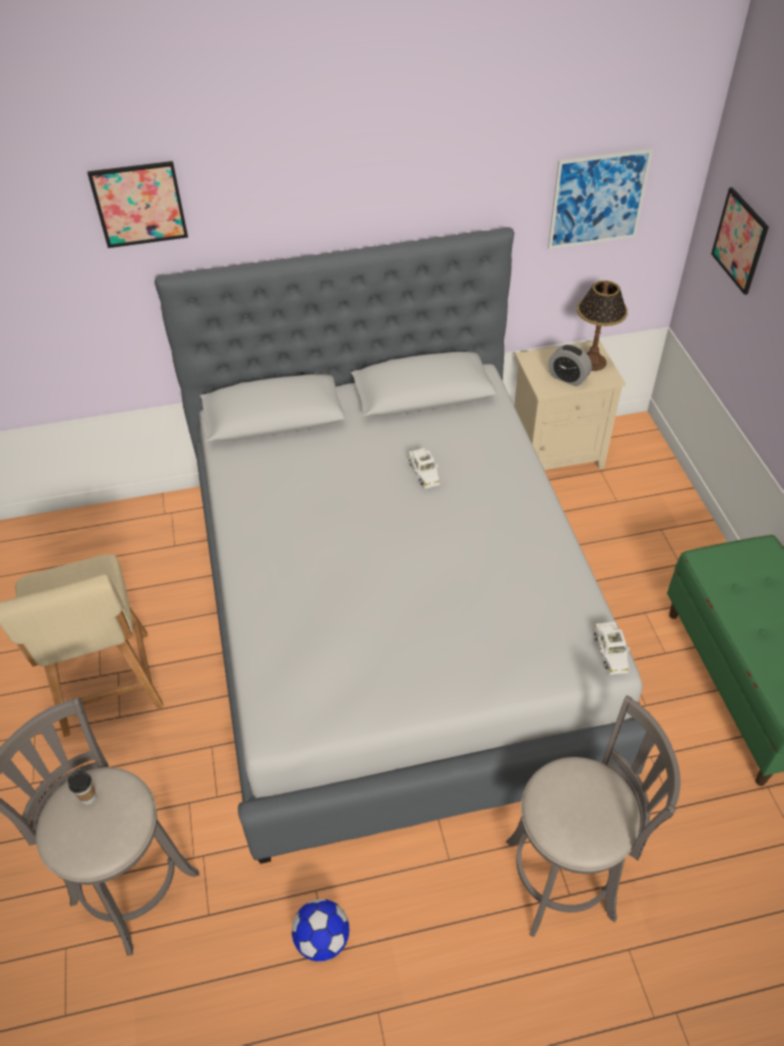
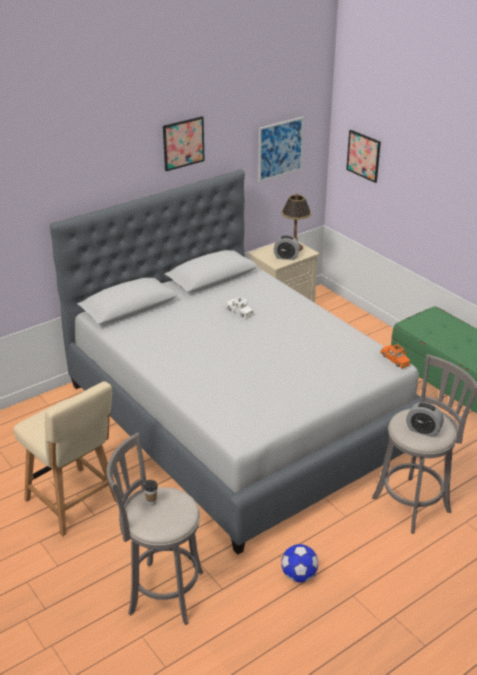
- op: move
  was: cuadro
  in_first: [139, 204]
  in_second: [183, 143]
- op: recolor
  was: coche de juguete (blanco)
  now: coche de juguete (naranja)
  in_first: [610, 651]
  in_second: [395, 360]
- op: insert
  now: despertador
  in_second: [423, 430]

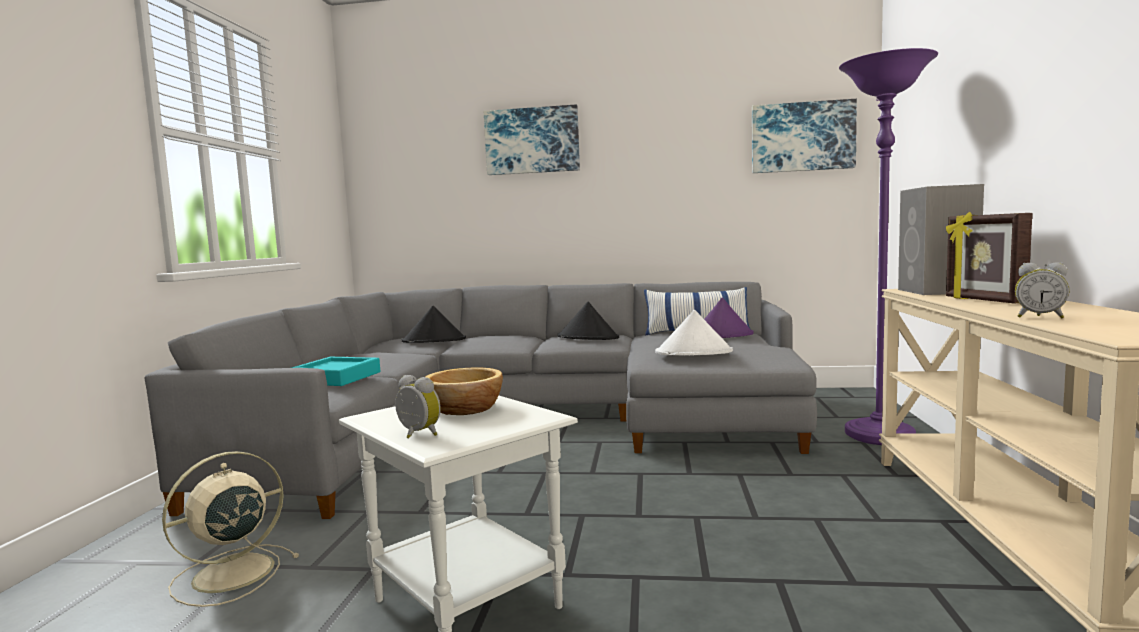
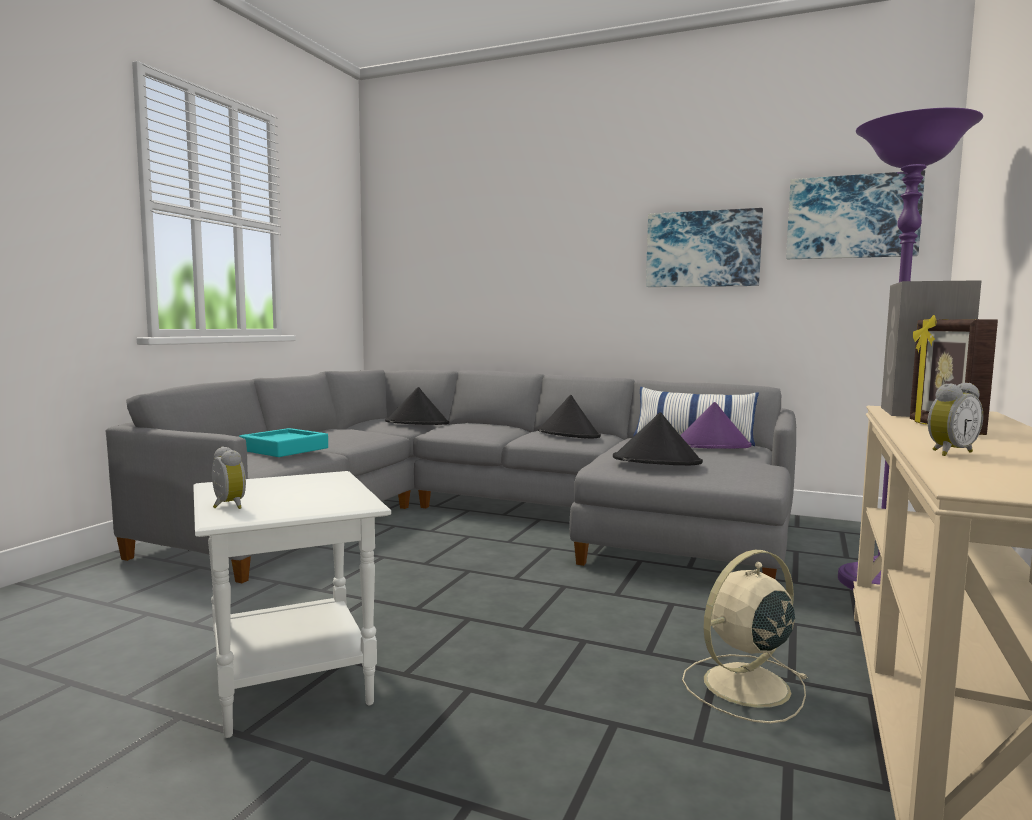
- op: move
  was: cuadro
  in_first: [532, 141]
  in_second: [703, 249]
- op: rotate
  was: despertador
  in_first: [1039, 317]
  in_second: [948, 452]
  clockwise: -75
- op: recolor
  was: sombrero (blanco)
  now: sombrero (negro)
  in_first: [694, 352]
  in_second: [657, 461]
- op: delete
  was: cuenco
  in_first: [466, 409]
- op: move
  was: ventilador (beis)
  in_first: [230, 574]
  in_second: [743, 686]

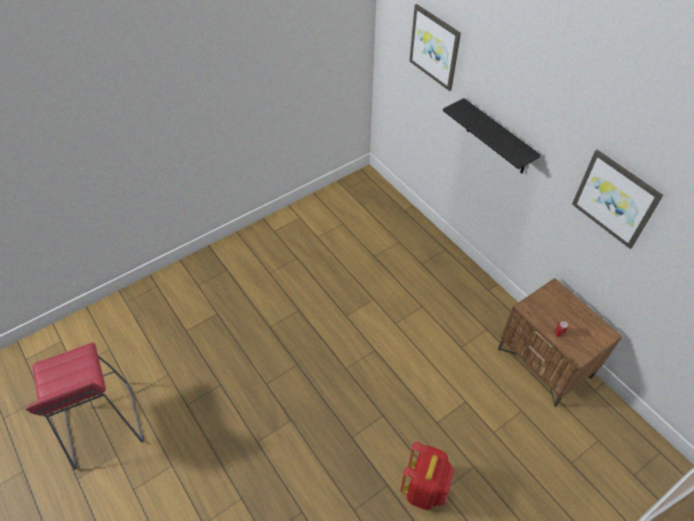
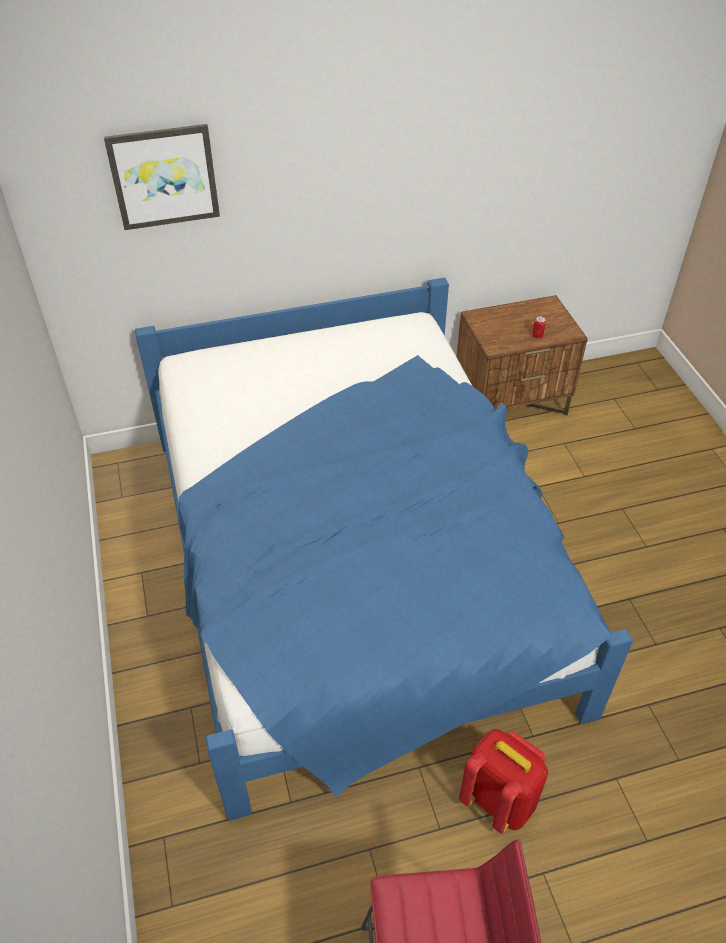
- op: delete
  was: estante (negro)
  in_first: [497, 138]
- op: delete
  was: cuadro
  in_first: [615, 199]
- op: move
  was: mochila (rojo)
  in_first: [424, 488]
  in_second: [499, 799]
- op: insert
  now: cama (azul)
  in_second: [356, 566]

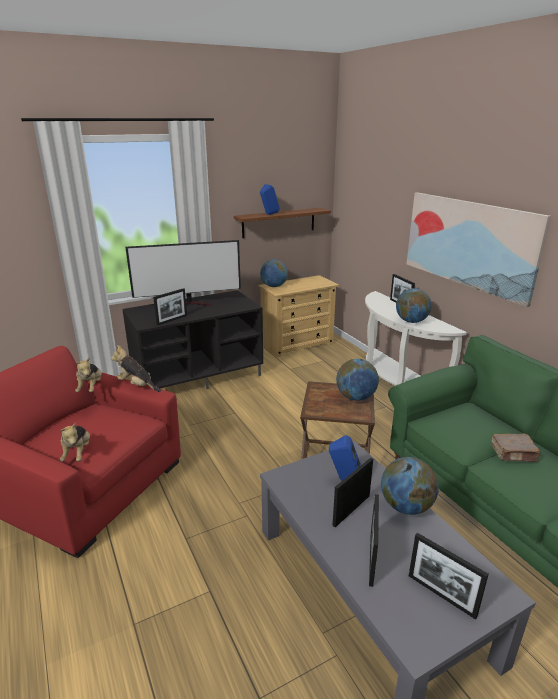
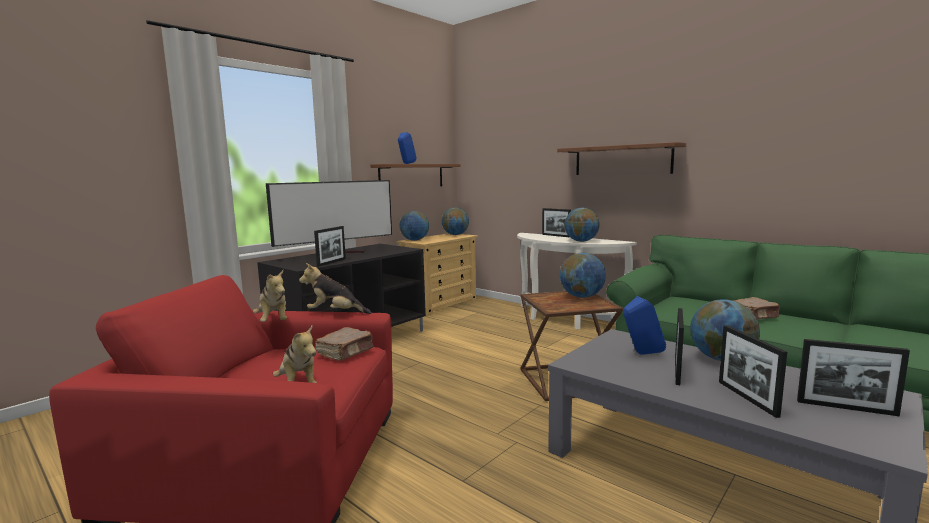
- op: replace
  was: cuadro
  now: estante (marrón)
  in_first: [468, 243]
  in_second: [622, 160]
- op: insert
  now: globo terráqueo
  in_second: [455, 235]
- op: insert
  now: libro (marrón)
  in_second: [346, 352]

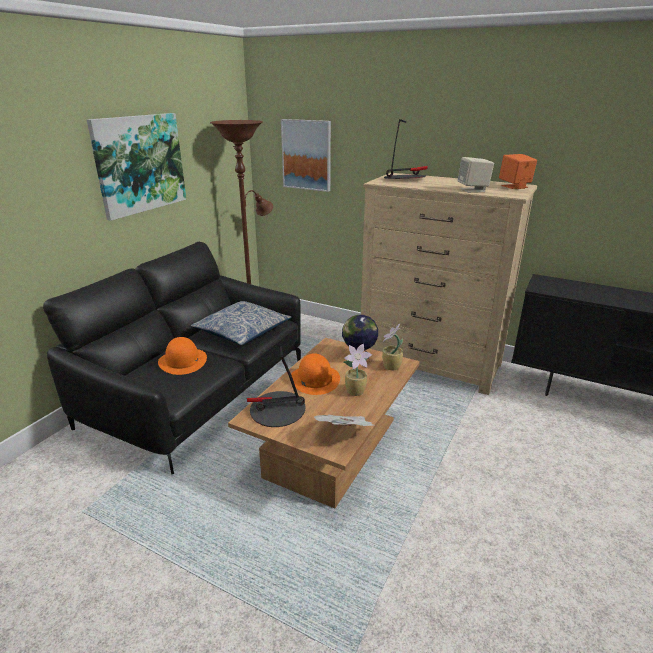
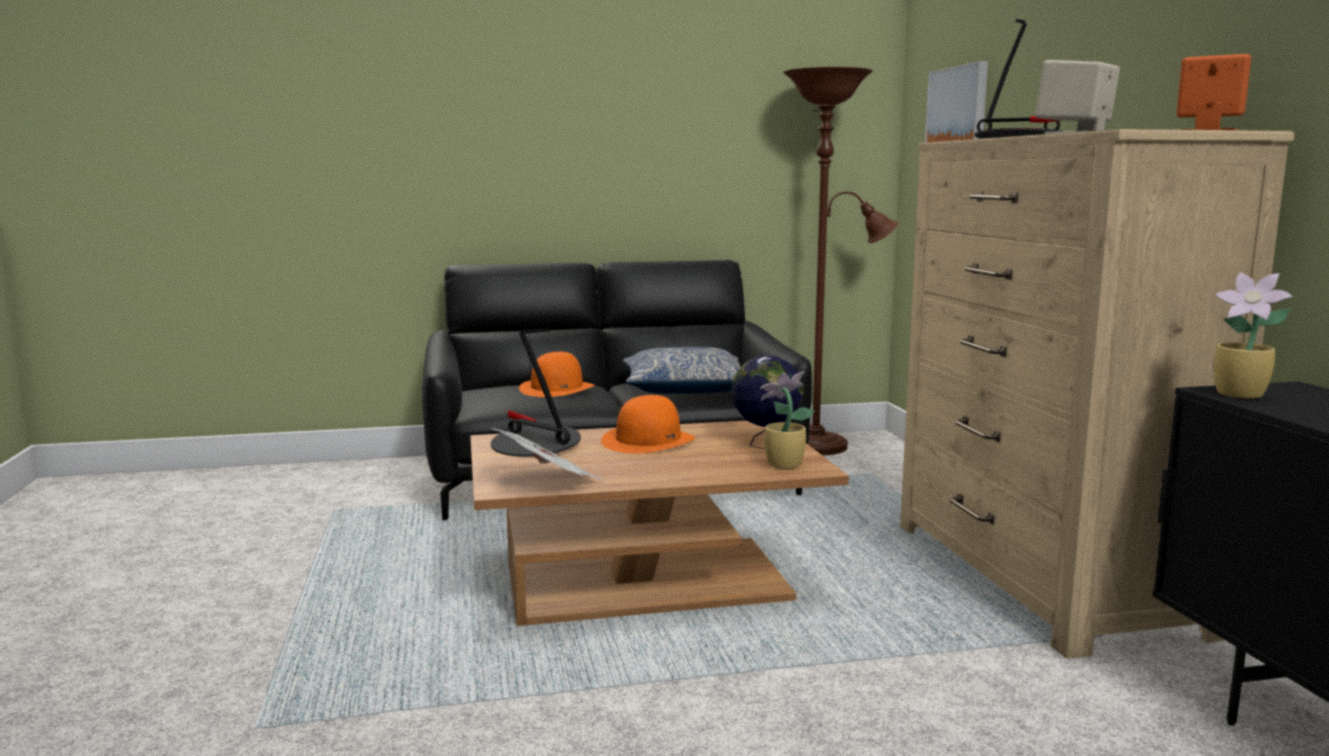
- op: delete
  was: cuadro
  in_first: [140, 164]
- op: move
  was: planta en maceta
  in_first: [356, 391]
  in_second: [1242, 395]

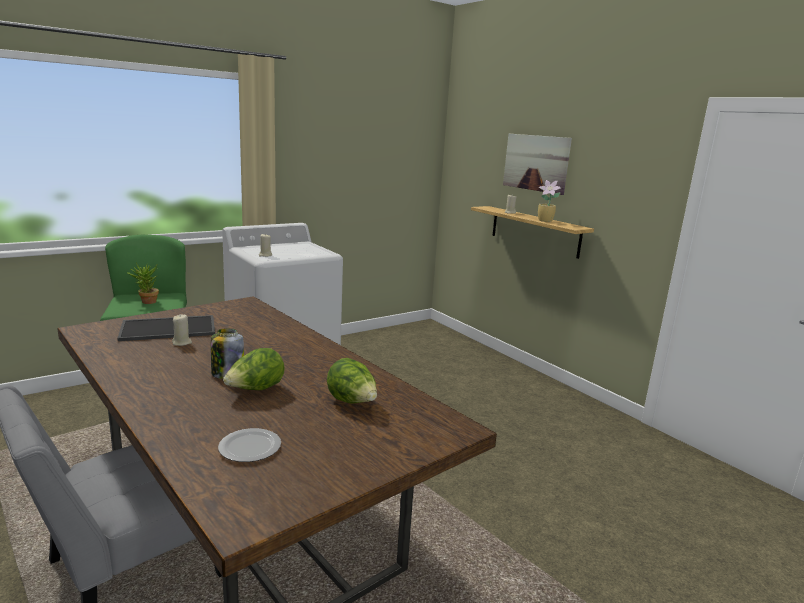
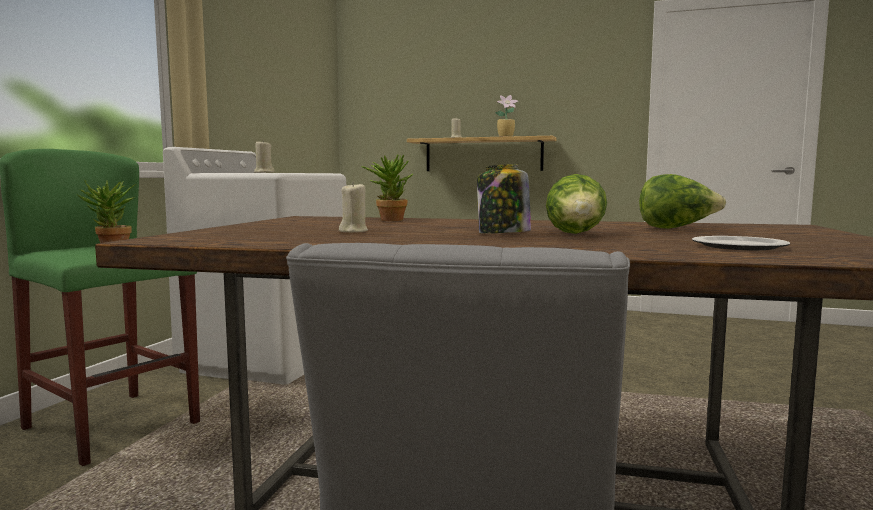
- op: delete
  was: cuadro
  in_first: [536, 163]
- op: delete
  was: bandeja
  in_first: [169, 328]
- op: insert
  now: planta en maceta
  in_second: [388, 220]

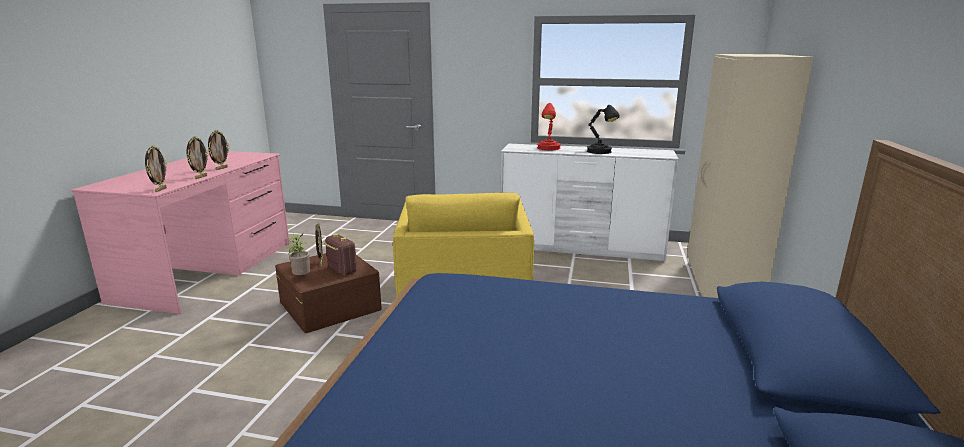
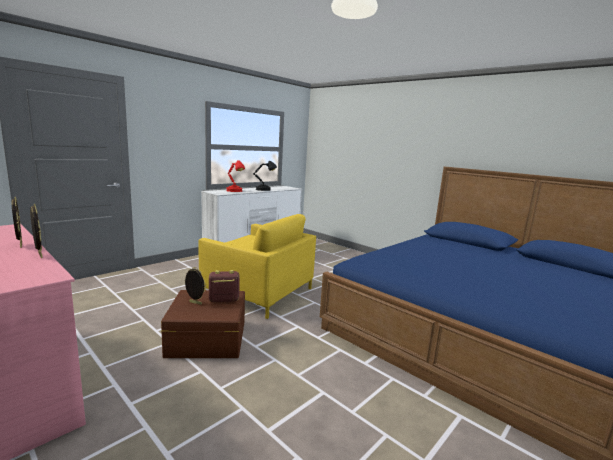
- op: delete
  was: armario ropero (beis)
  in_first: [721, 284]
- op: delete
  was: portarretratos
  in_first: [160, 190]
- op: delete
  was: planta en maceta
  in_first: [301, 278]

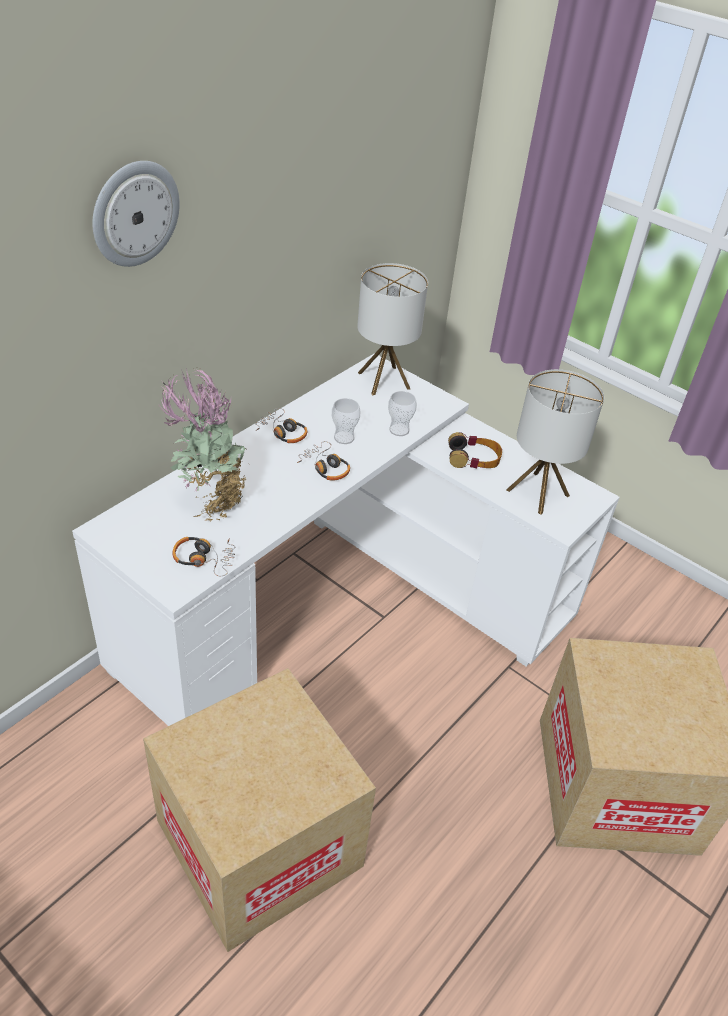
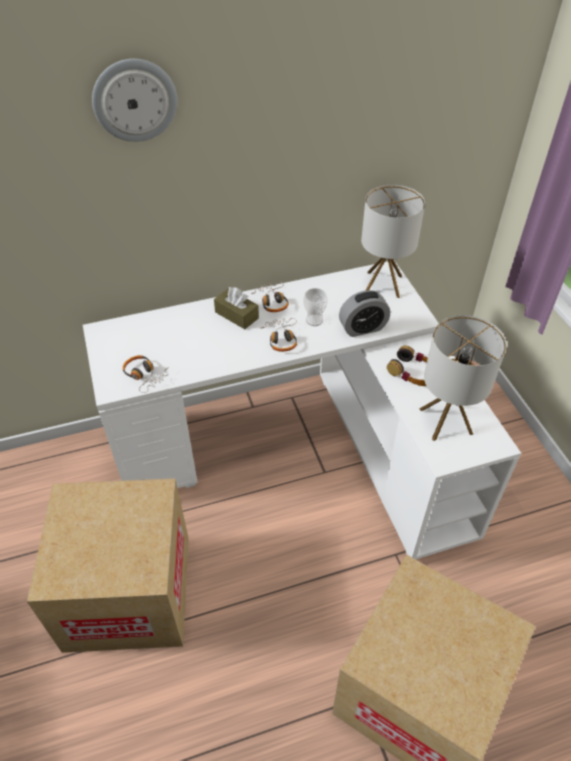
- op: delete
  was: planta en maceta
  in_first: [210, 501]
- op: replace
  was: taza
  now: despertador
  in_first: [399, 430]
  in_second: [362, 328]
- op: insert
  now: caja de pañuelos (marrón)
  in_second: [236, 315]

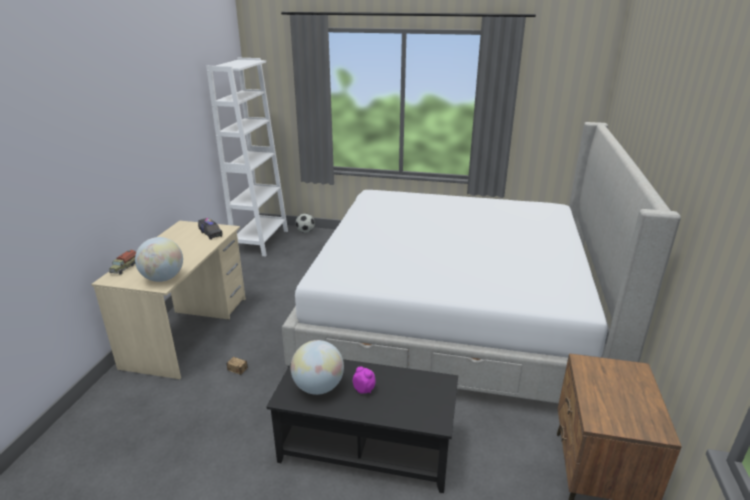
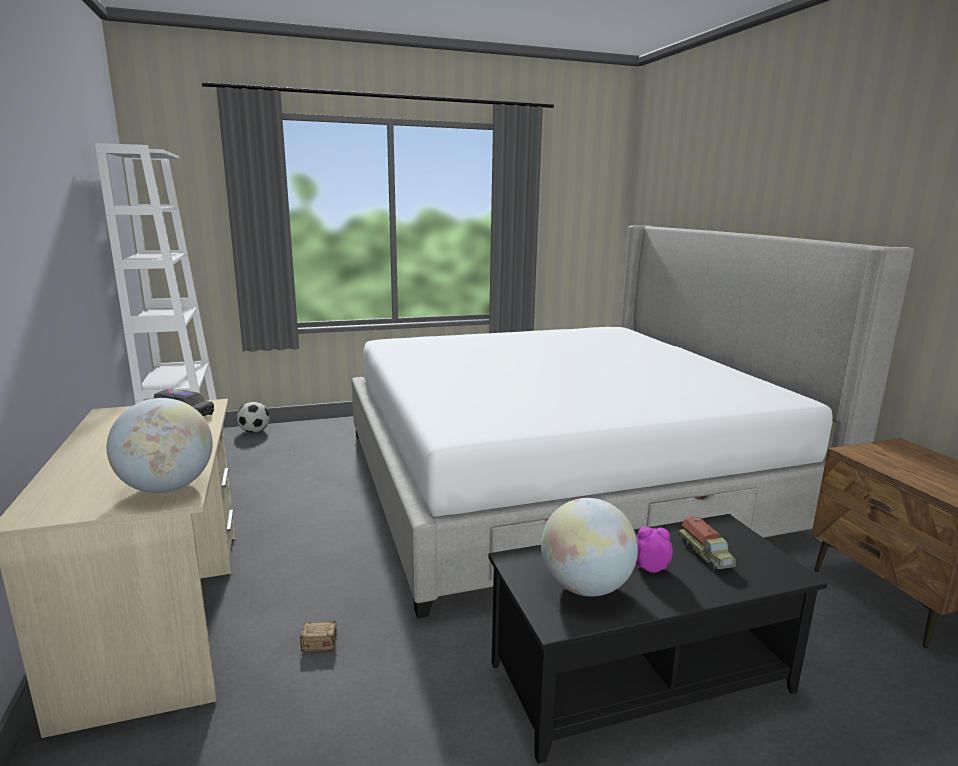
- op: move
  was: camión de juguete
  in_first: [124, 268]
  in_second: [706, 554]

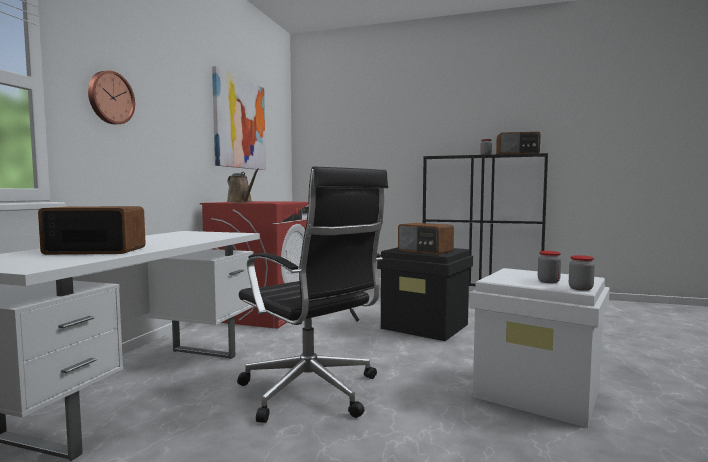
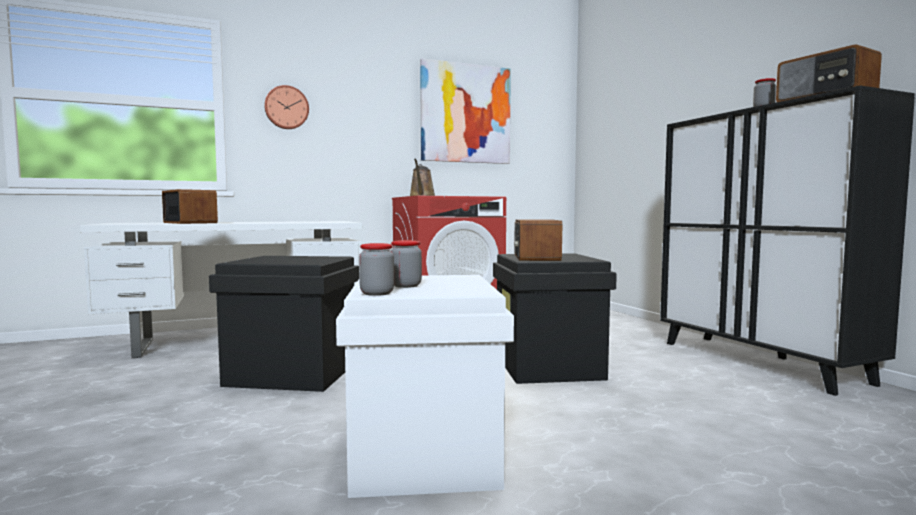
- op: replace
  was: silla de oficina (negro)
  now: caja de almacenaje (negro)
  in_first: [312, 392]
  in_second: [291, 374]

